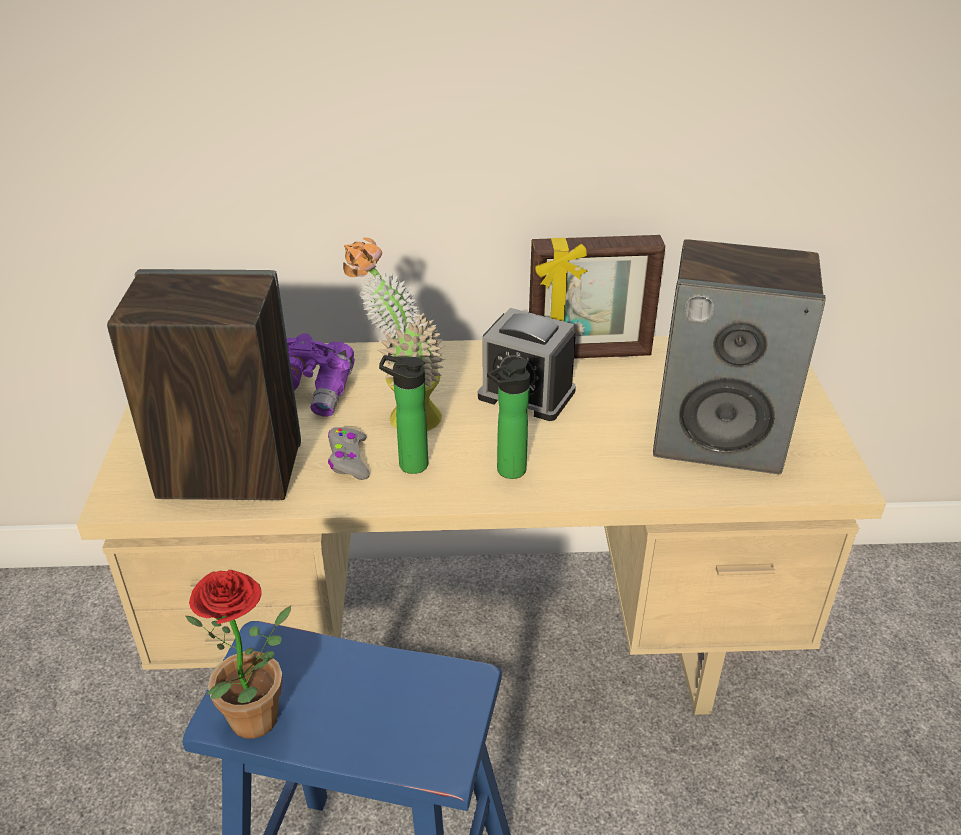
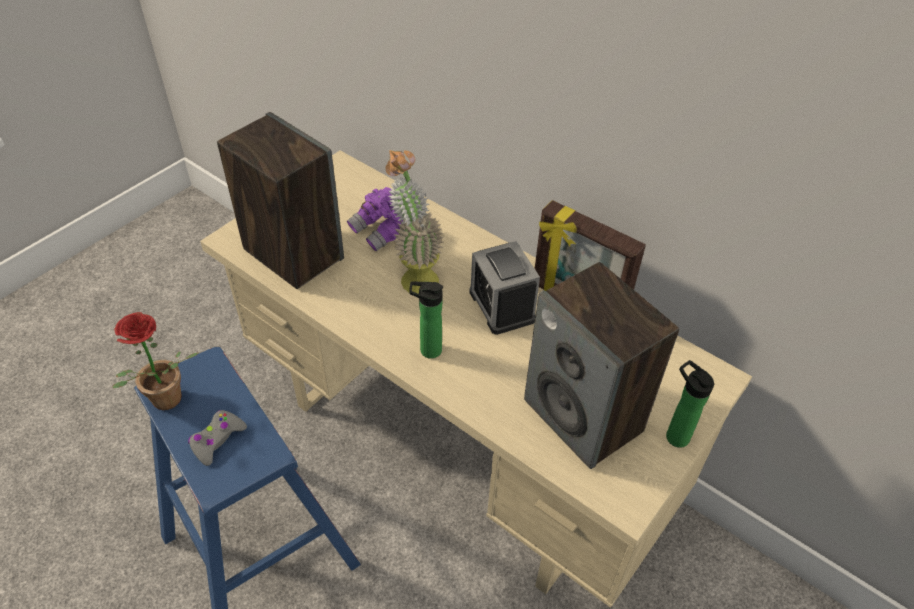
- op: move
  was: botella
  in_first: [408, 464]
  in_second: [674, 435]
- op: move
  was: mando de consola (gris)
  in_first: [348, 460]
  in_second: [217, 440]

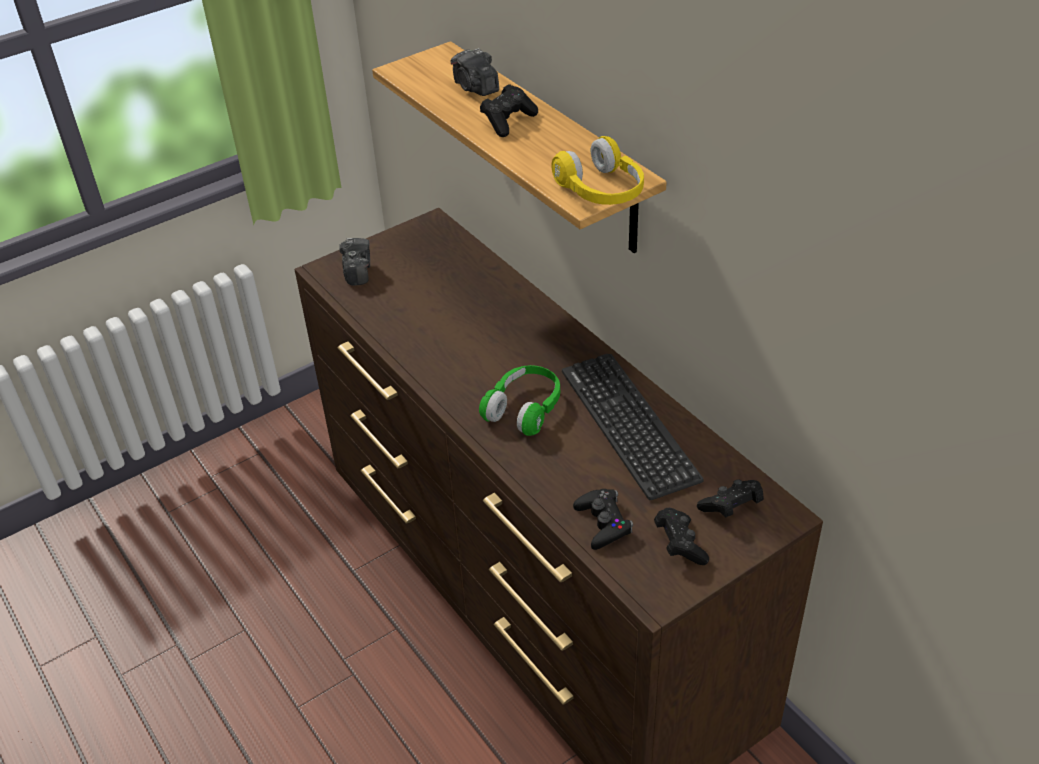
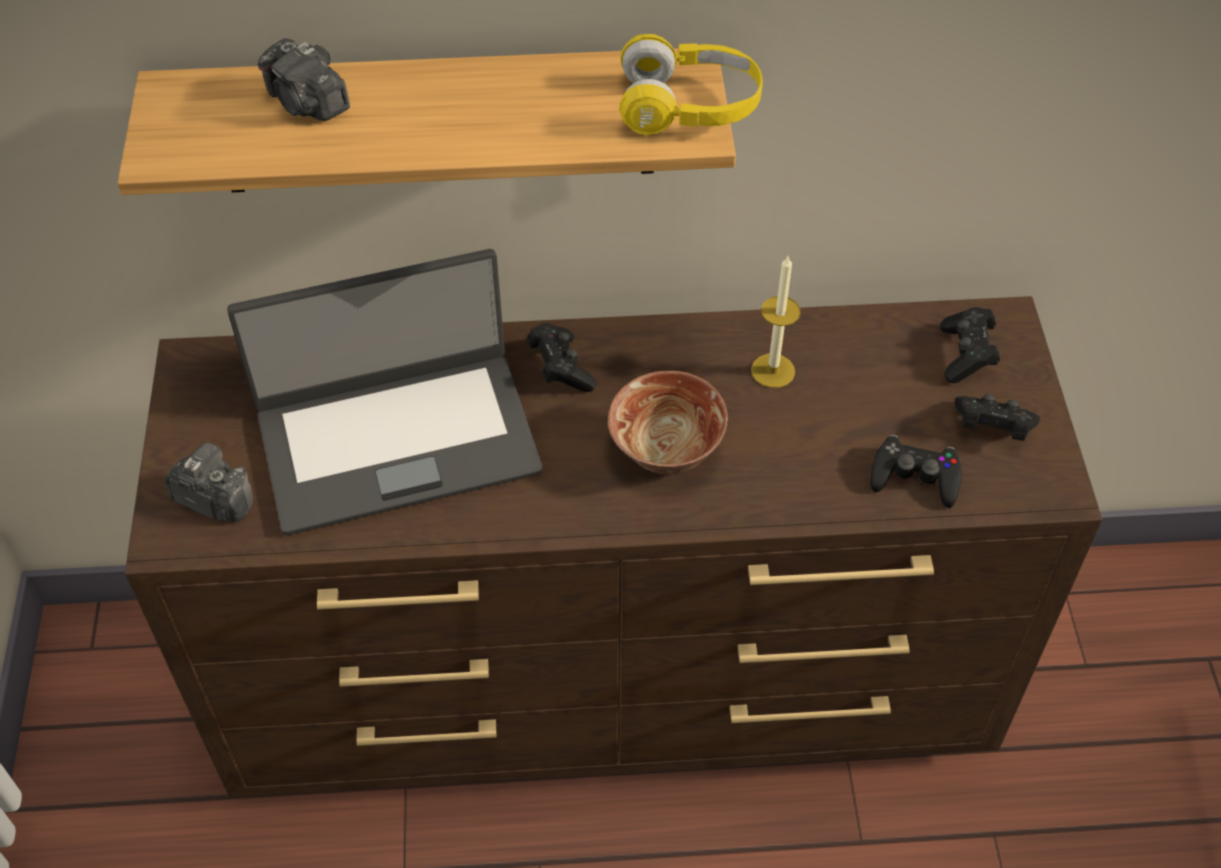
- op: rotate
  was: cámara
  in_first: [475, 88]
  in_second: [307, 103]
  clockwise: 45
- op: move
  was: mando de consola (negro)
  in_first: [508, 121]
  in_second: [560, 368]
- op: replace
  was: teclado
  now: vela
  in_first: [628, 424]
  in_second: [773, 371]
- op: replace
  was: auriculares (verde)
  now: cuenco
  in_first: [524, 409]
  in_second: [667, 453]
- op: insert
  now: portátil
  in_second: [397, 439]

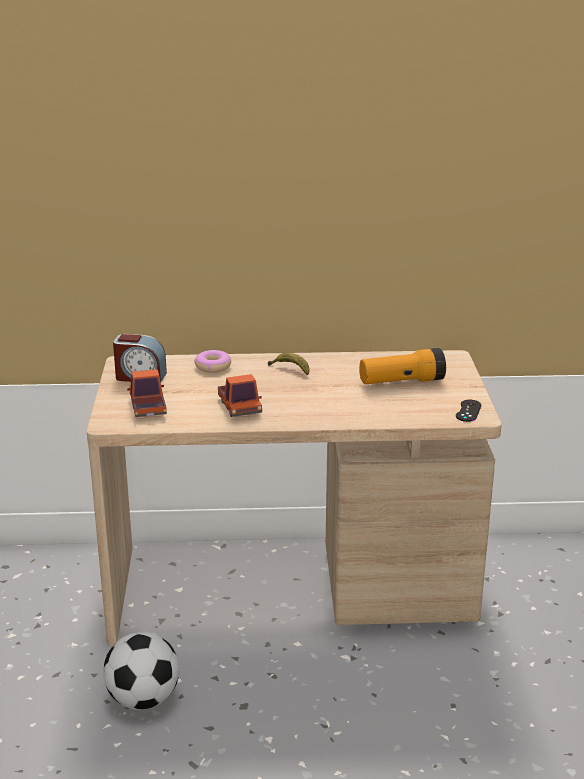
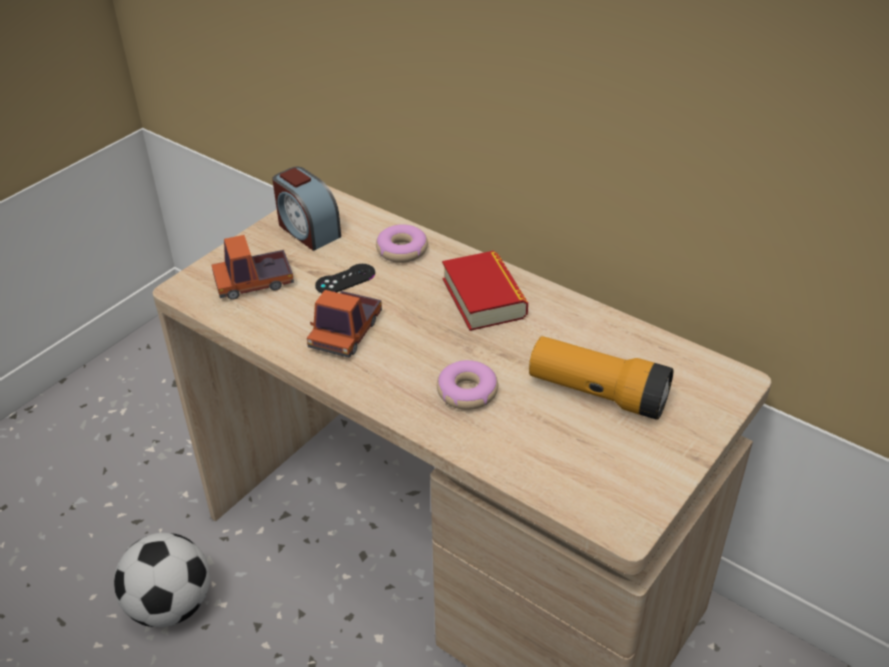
- op: replace
  was: plátano
  now: libro
  in_first: [290, 369]
  in_second: [484, 298]
- op: rotate
  was: camión de juguete
  in_first: [148, 407]
  in_second: [254, 282]
  clockwise: -135
- op: move
  was: mando de consola (negro)
  in_first: [468, 411]
  in_second: [345, 279]
- op: insert
  now: rosquilla
  in_second: [467, 392]

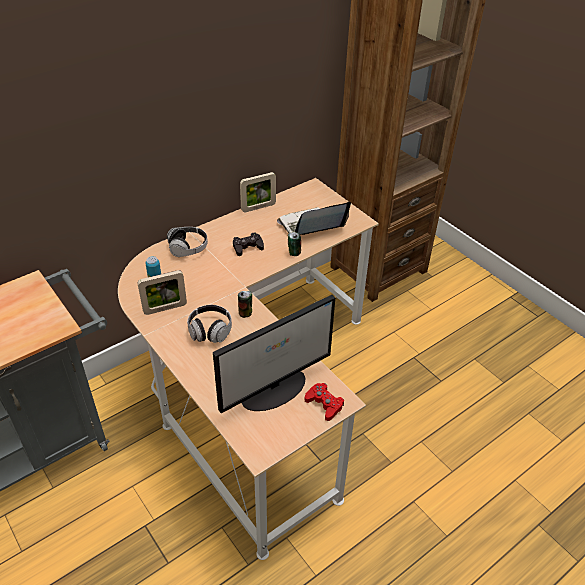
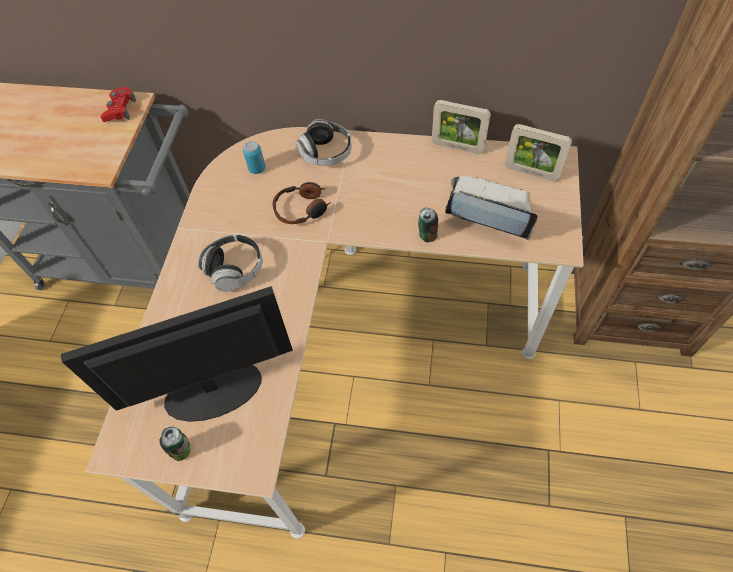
- op: delete
  was: mando de consola (negro)
  in_first: [247, 247]
- op: move
  was: portarretratos
  in_first: [165, 308]
  in_second: [531, 172]
- op: move
  was: lata
  in_first: [245, 313]
  in_second: [182, 450]
- op: rotate
  was: monitor
  in_first: [275, 389]
  in_second: [211, 390]
  clockwise: 150
- op: move
  was: mando de consola (rojo)
  in_first: [324, 404]
  in_second: [120, 109]
- op: insert
  now: auriculares
  in_second: [302, 209]

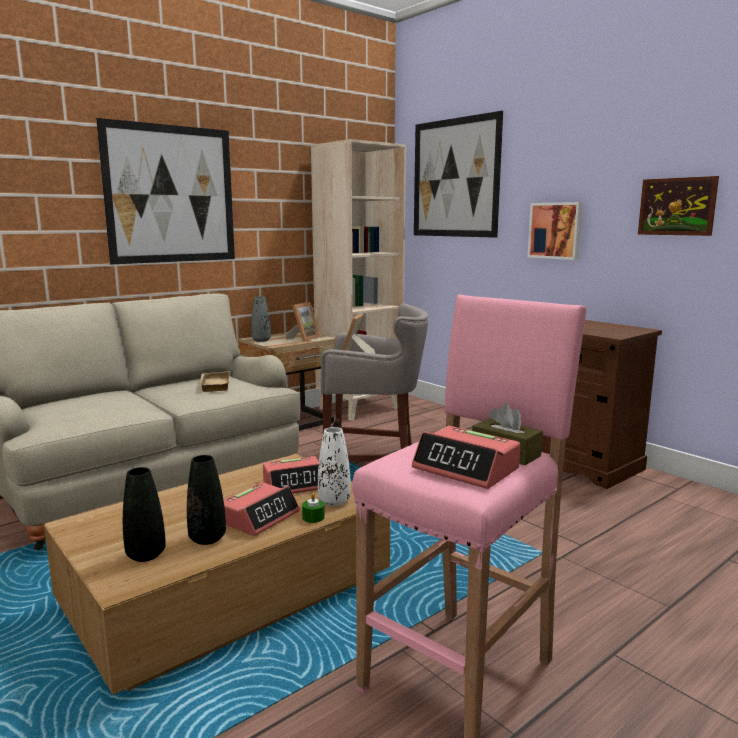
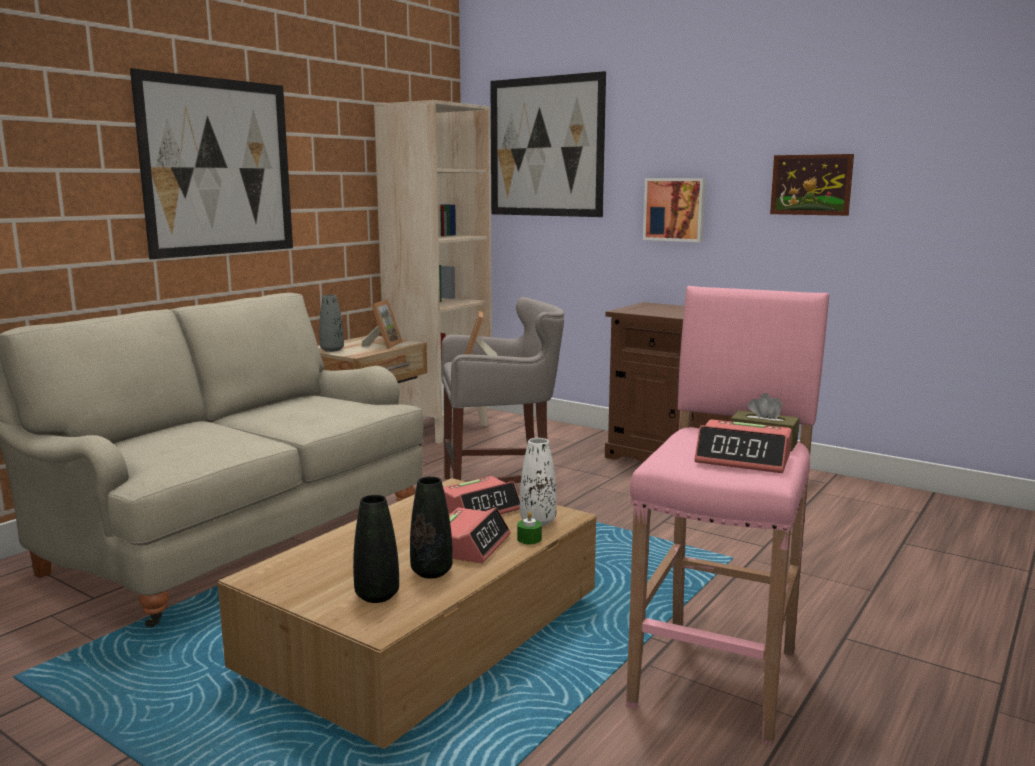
- op: delete
  was: bandeja (beis)
  in_first: [214, 385]

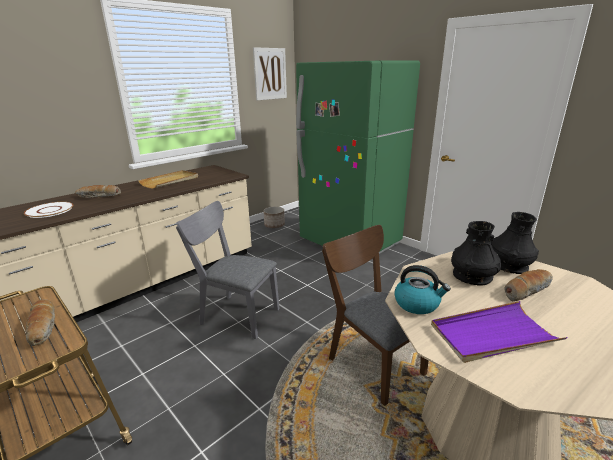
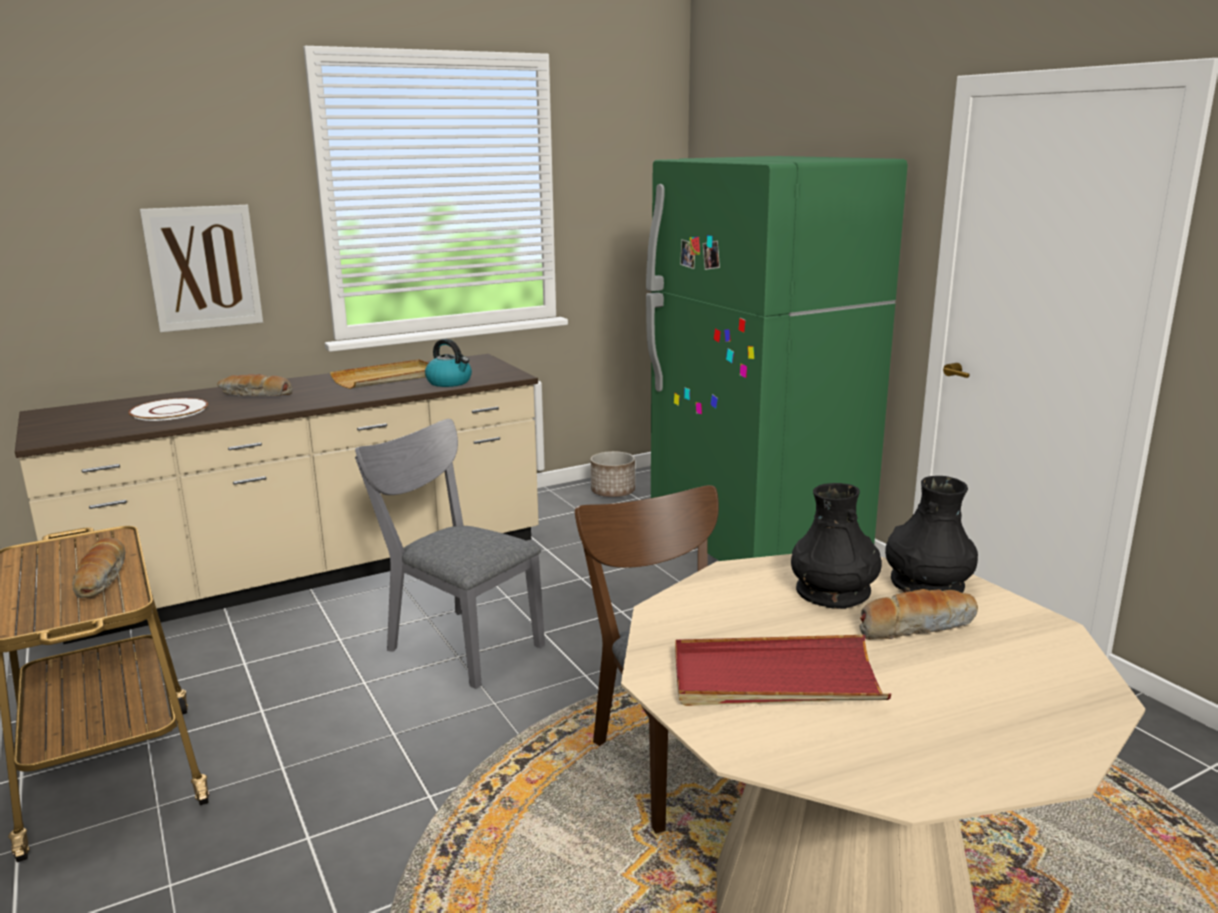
- op: move
  was: cuadro
  in_first: [270, 74]
  in_second: [203, 267]
- op: move
  was: hervidor
  in_first: [417, 304]
  in_second: [450, 382]
- op: recolor
  was: bandeja (morado)
  now: bandeja (rojo)
  in_first: [493, 335]
  in_second: [775, 679]

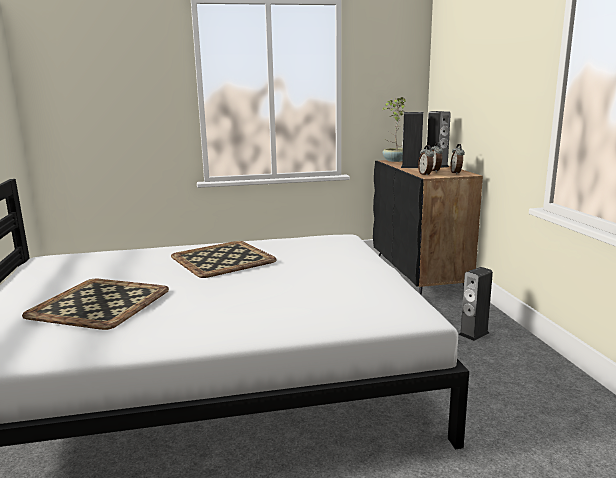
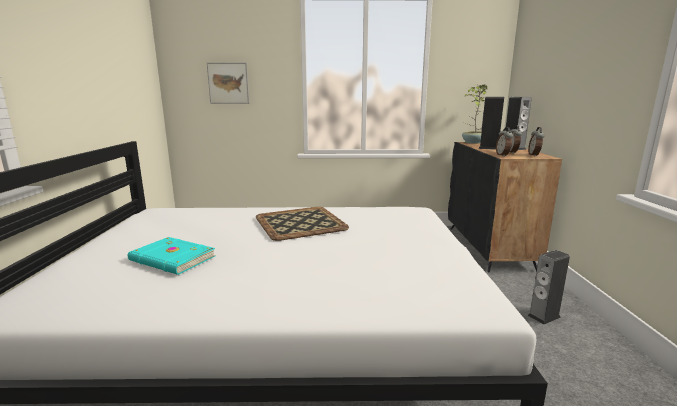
- op: replace
  was: bandeja
  now: libro (turquesa)
  in_first: [100, 304]
  in_second: [172, 259]
- op: insert
  now: cuadro
  in_second: [228, 83]

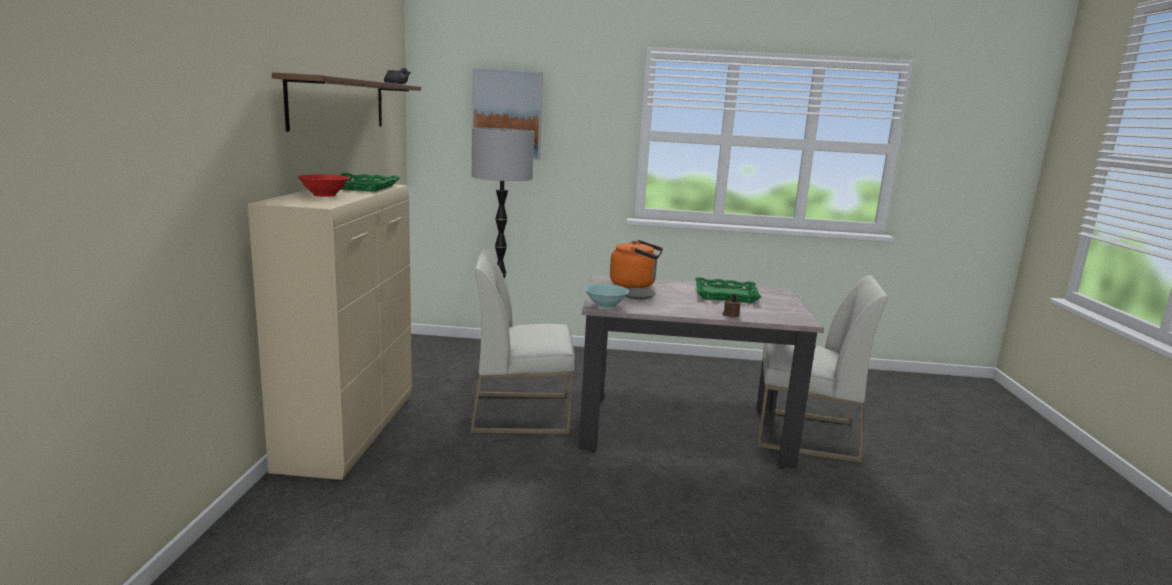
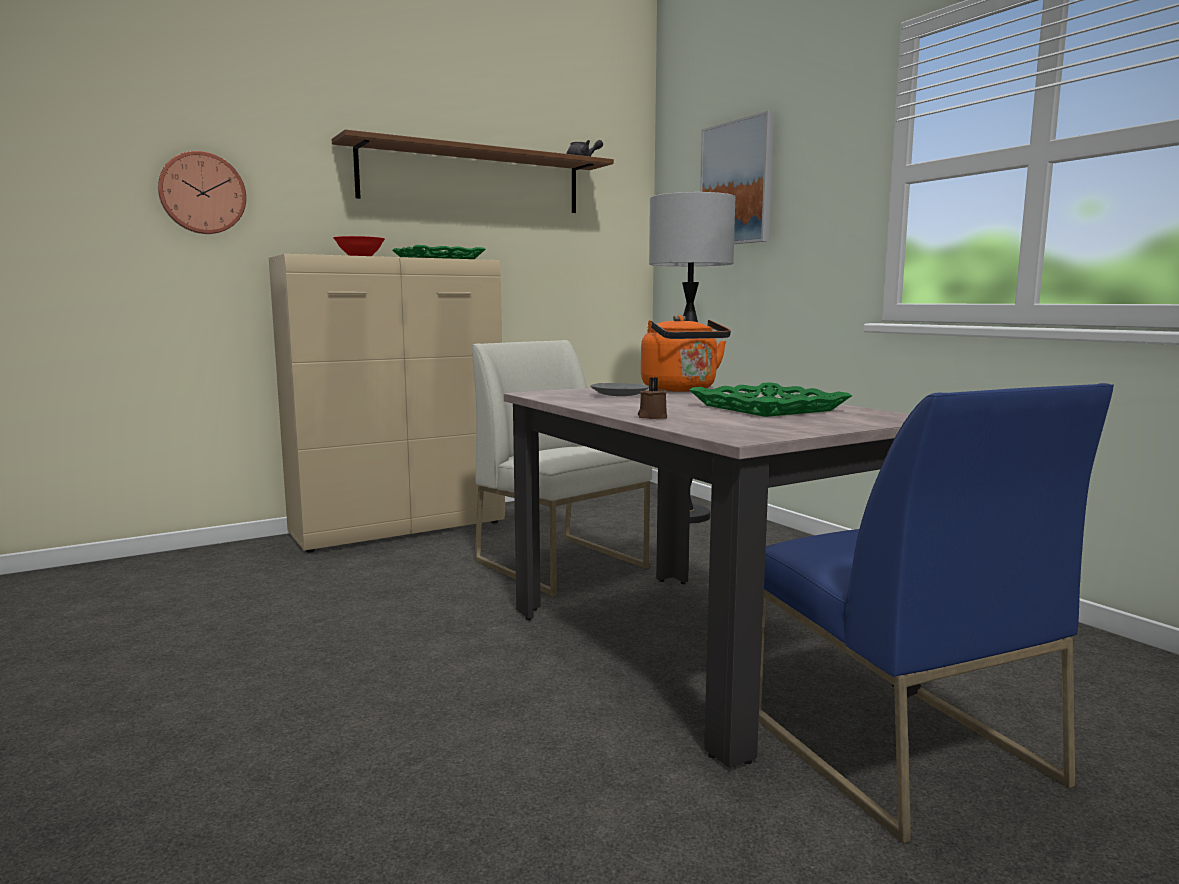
- op: recolor
  was: silla (blanco)
  now: silla (azul)
  in_first: [804, 434]
  in_second: [896, 747]
- op: delete
  was: cuenco (turquesa)
  in_first: [606, 305]
- op: insert
  now: reloj de pared
  in_second: [202, 193]

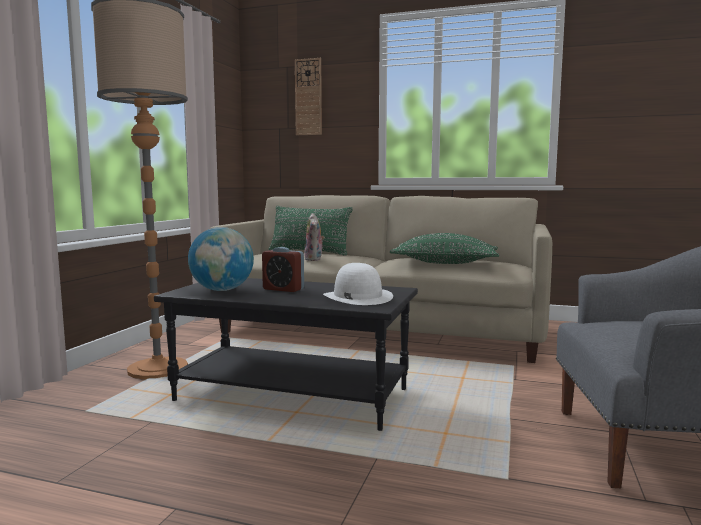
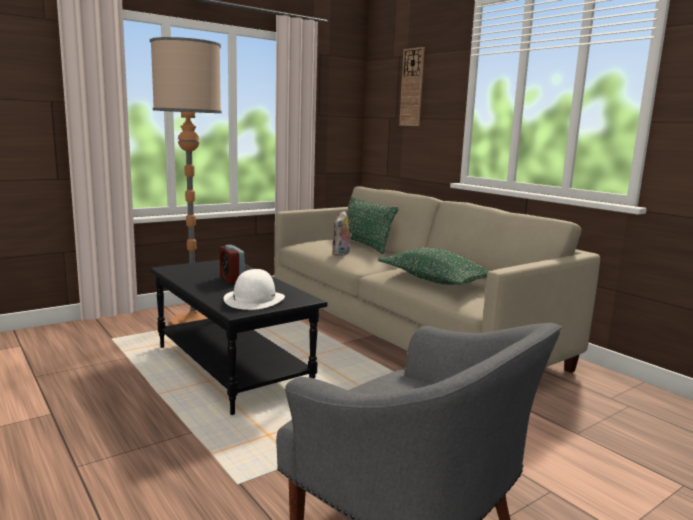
- op: delete
  was: globo terráqueo
  in_first: [222, 290]

